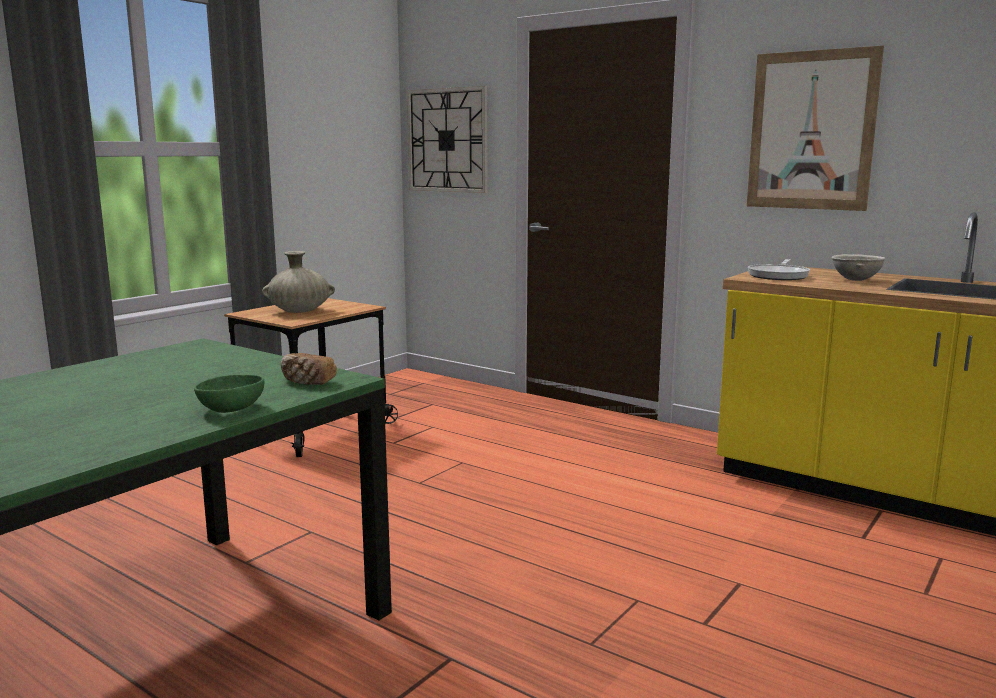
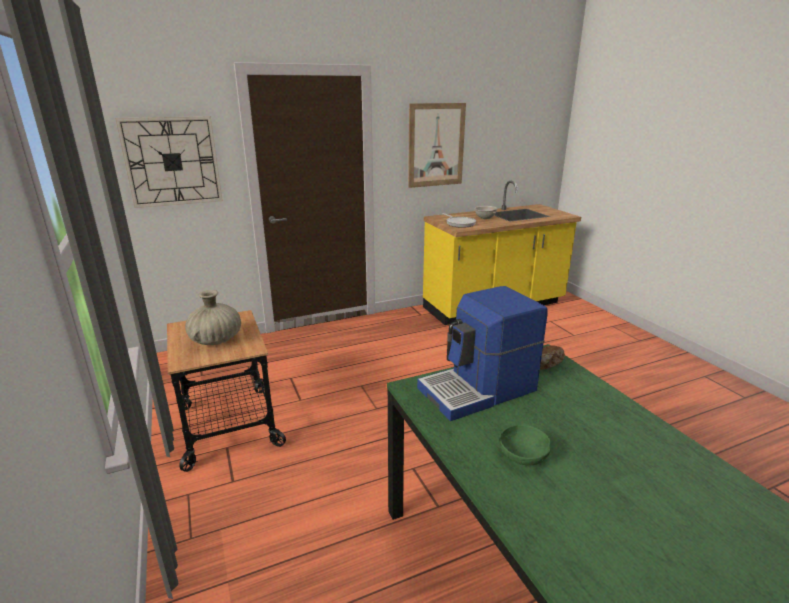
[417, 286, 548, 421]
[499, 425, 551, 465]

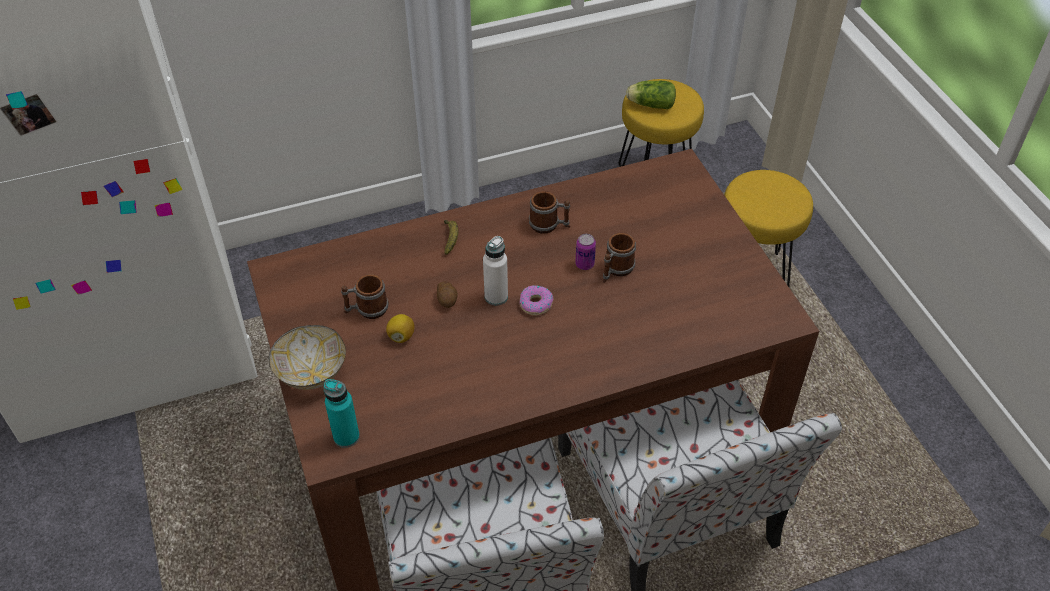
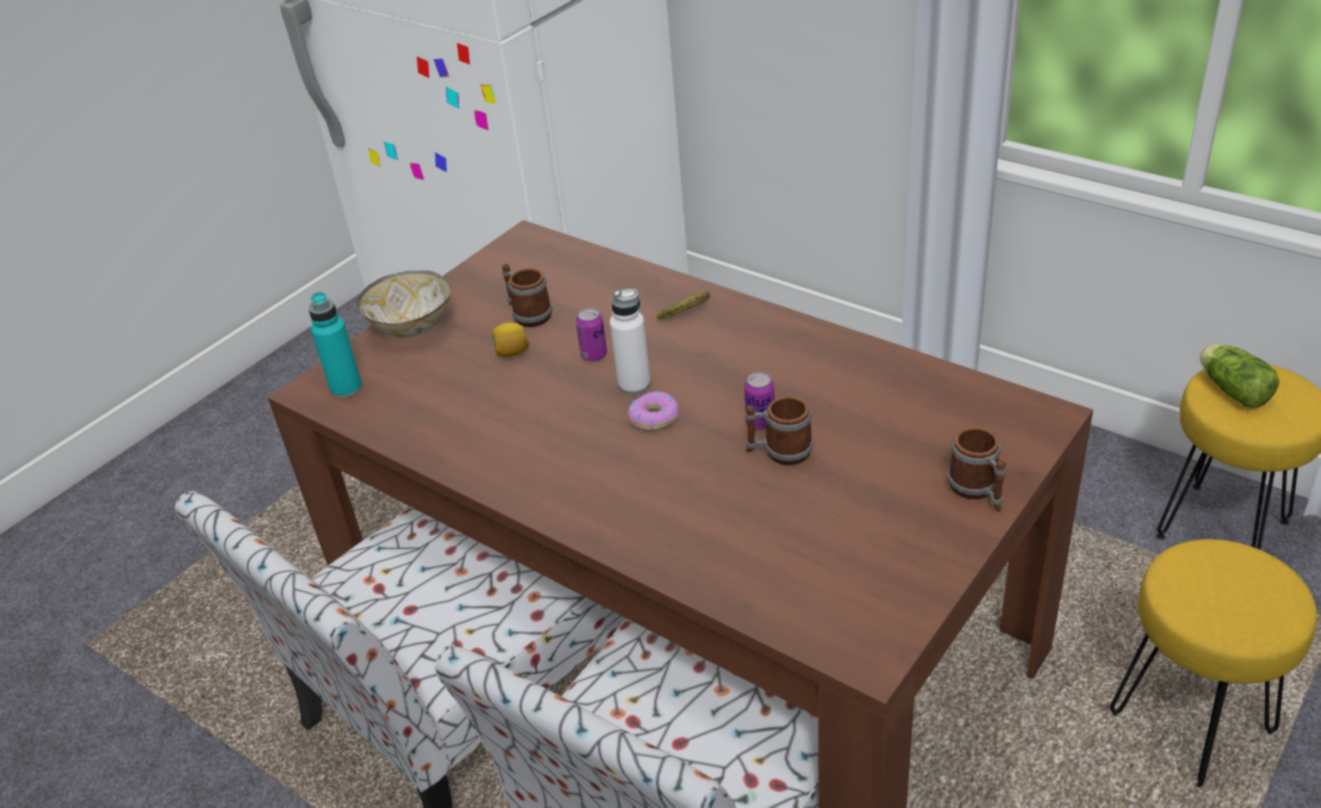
[947, 427, 1006, 512]
[576, 308, 607, 361]

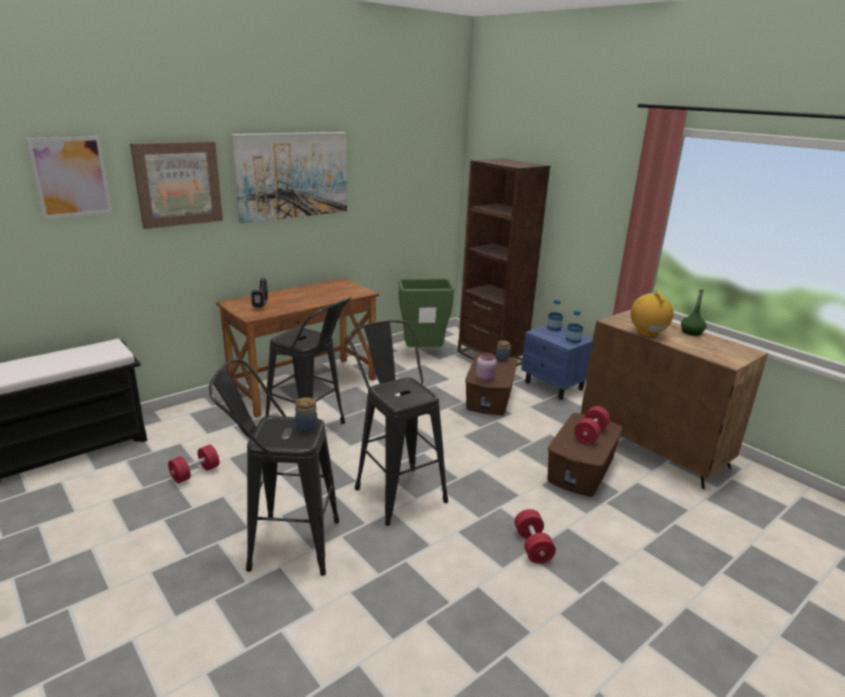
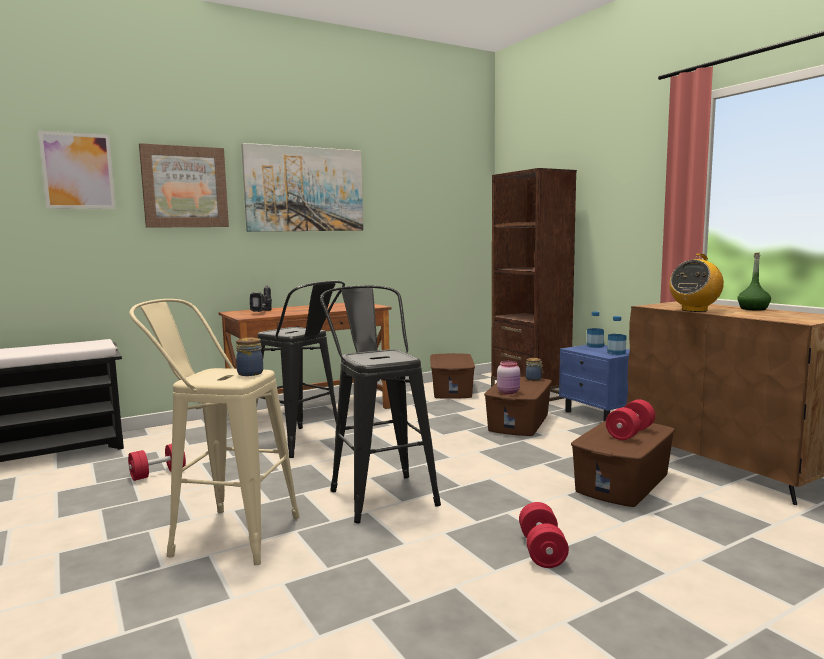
[430, 353, 475, 399]
[129, 299, 300, 565]
[669, 254, 724, 312]

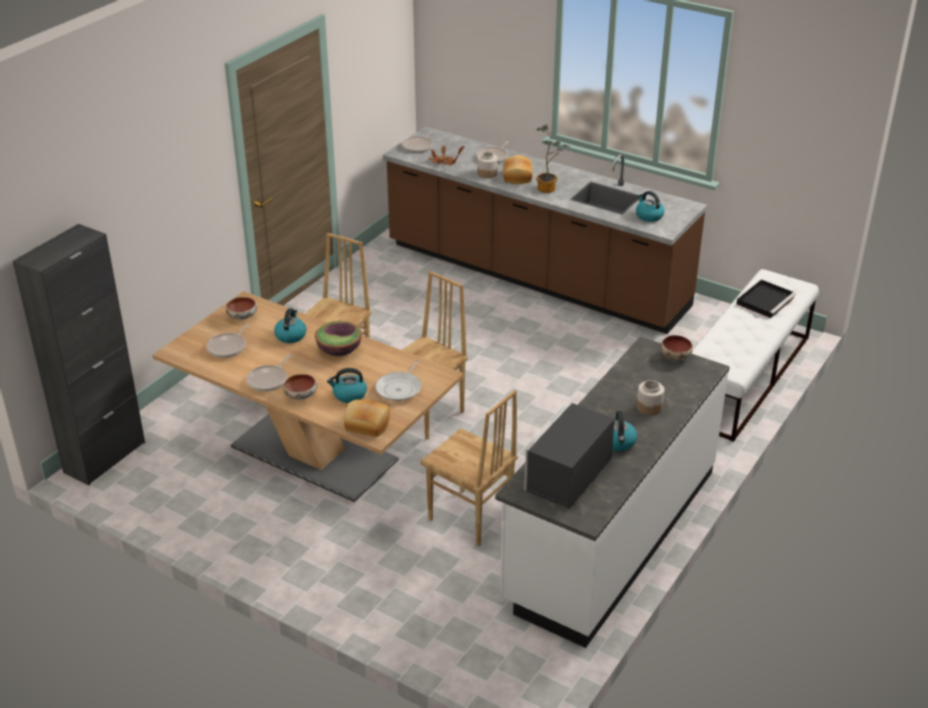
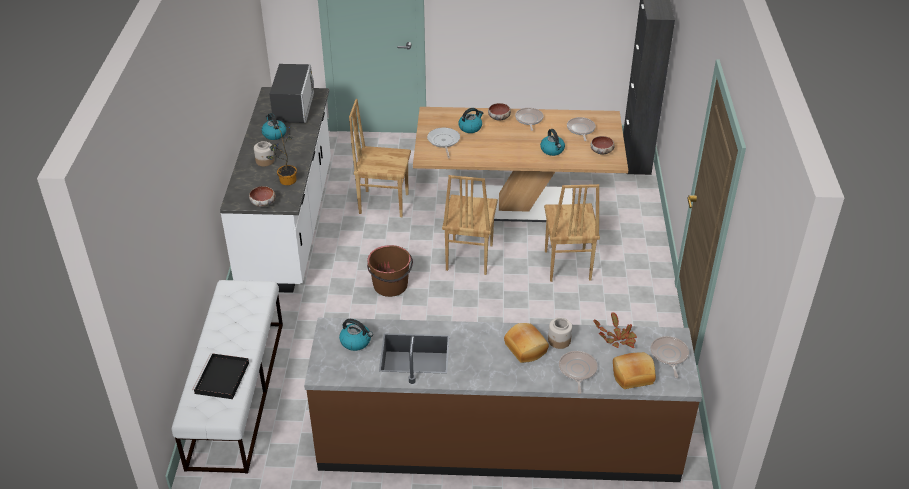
[315, 321, 362, 356] (first image)
[367, 245, 413, 297]
[613, 352, 656, 389]
[266, 126, 297, 185]

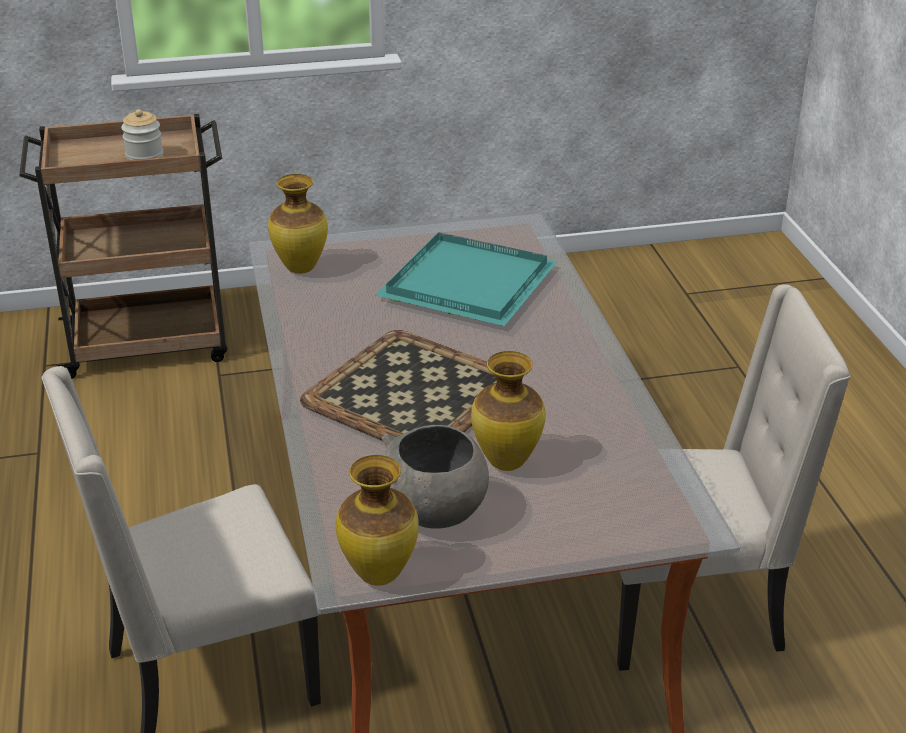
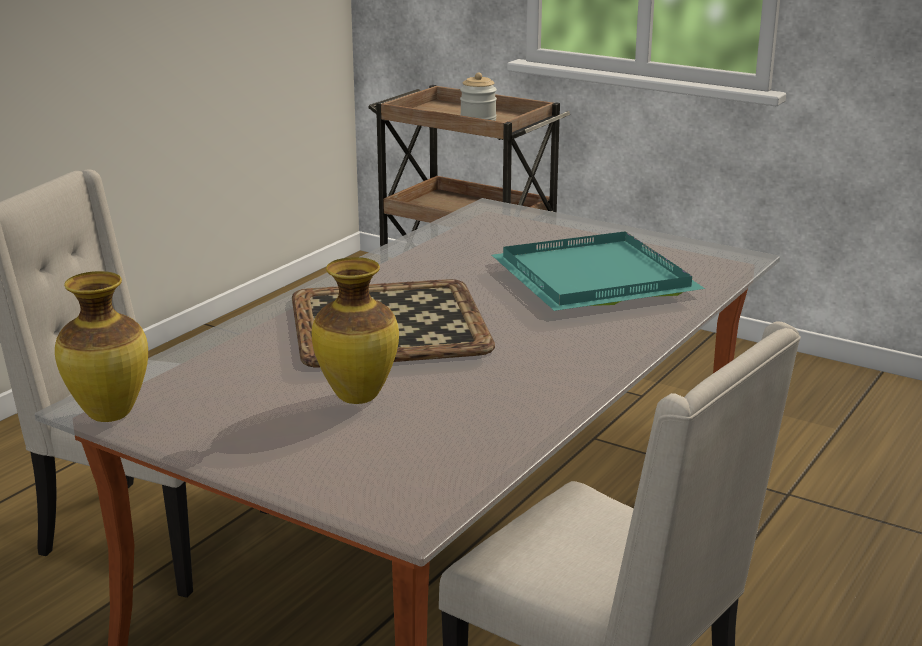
[268, 174, 328, 274] (first image)
[382, 425, 489, 529] (first image)

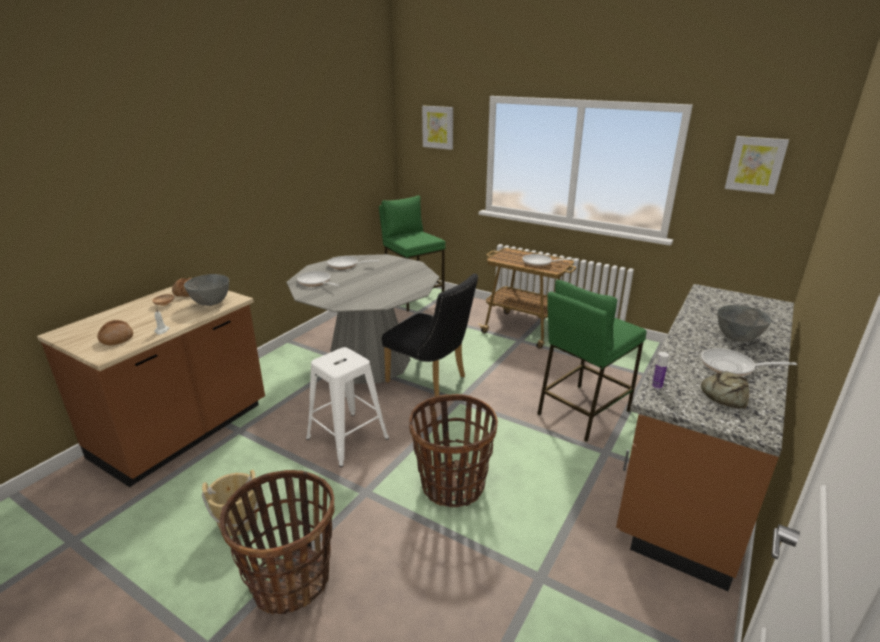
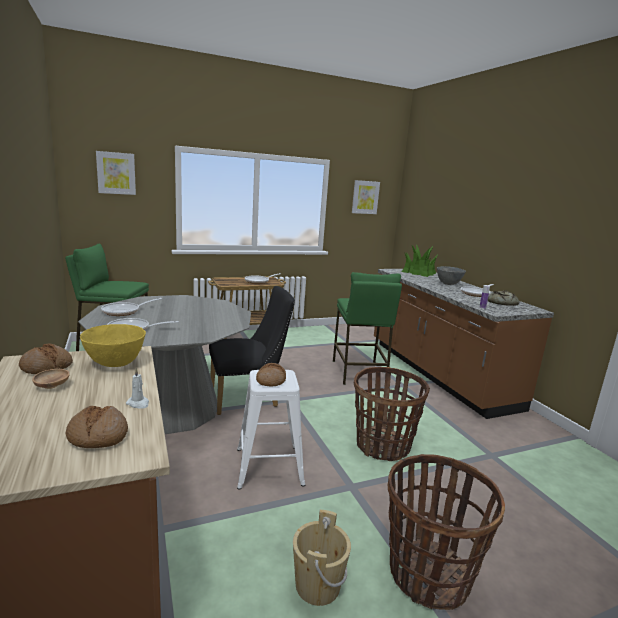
[256, 363, 286, 386]
[401, 244, 438, 277]
[80, 324, 146, 367]

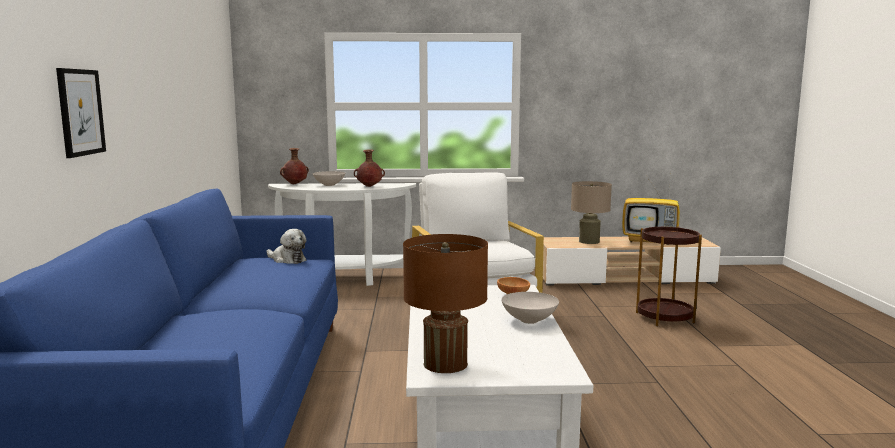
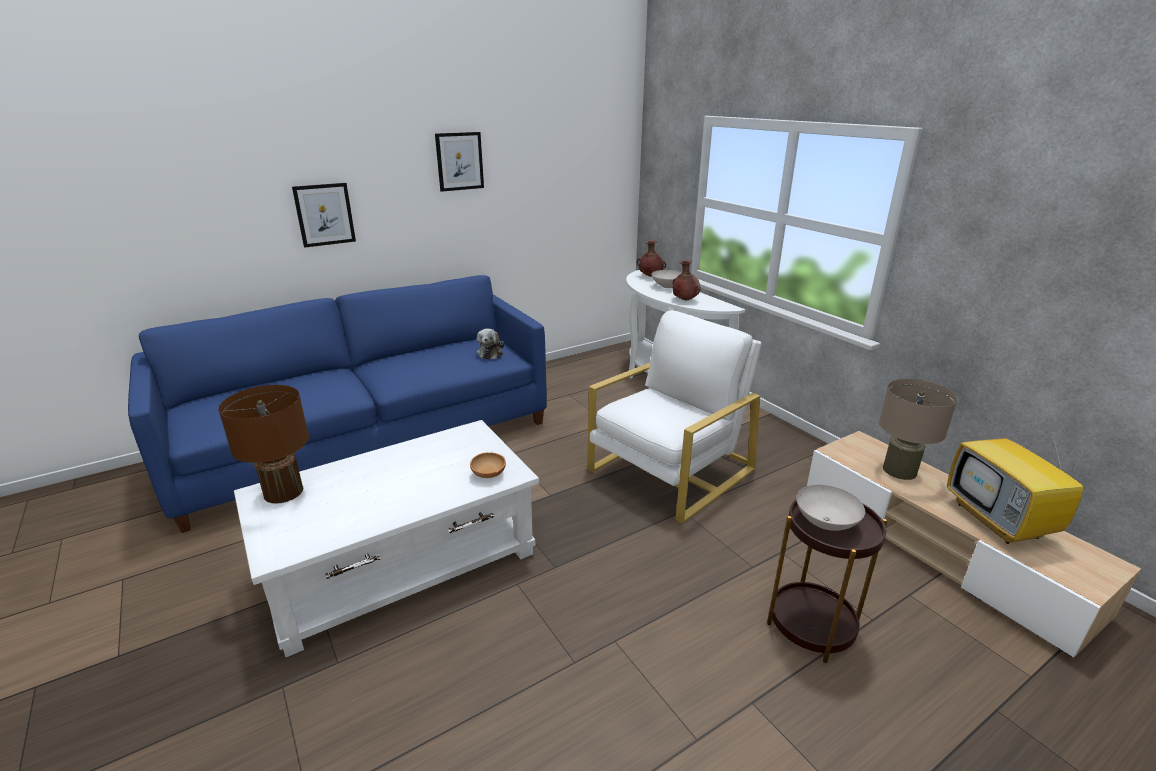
[435, 132, 484, 192]
[796, 485, 865, 531]

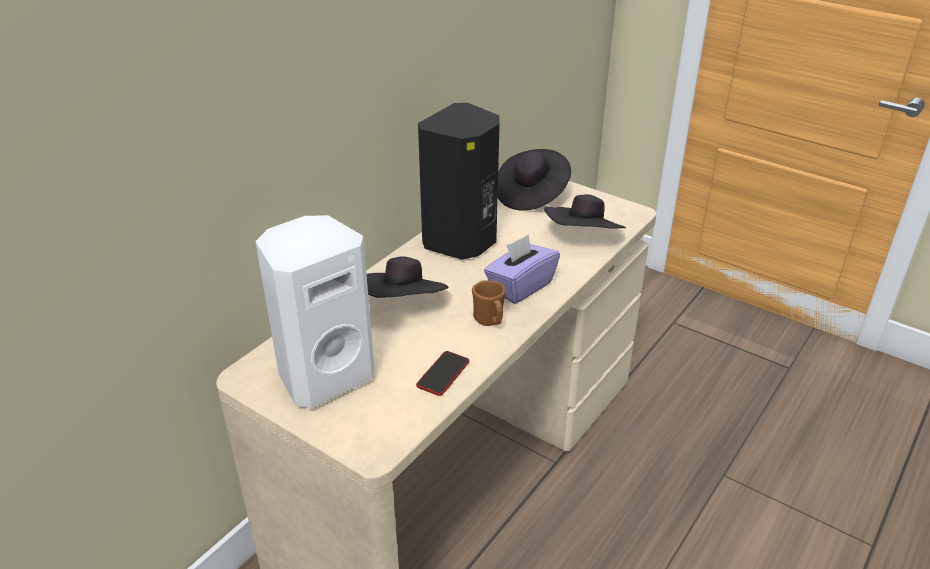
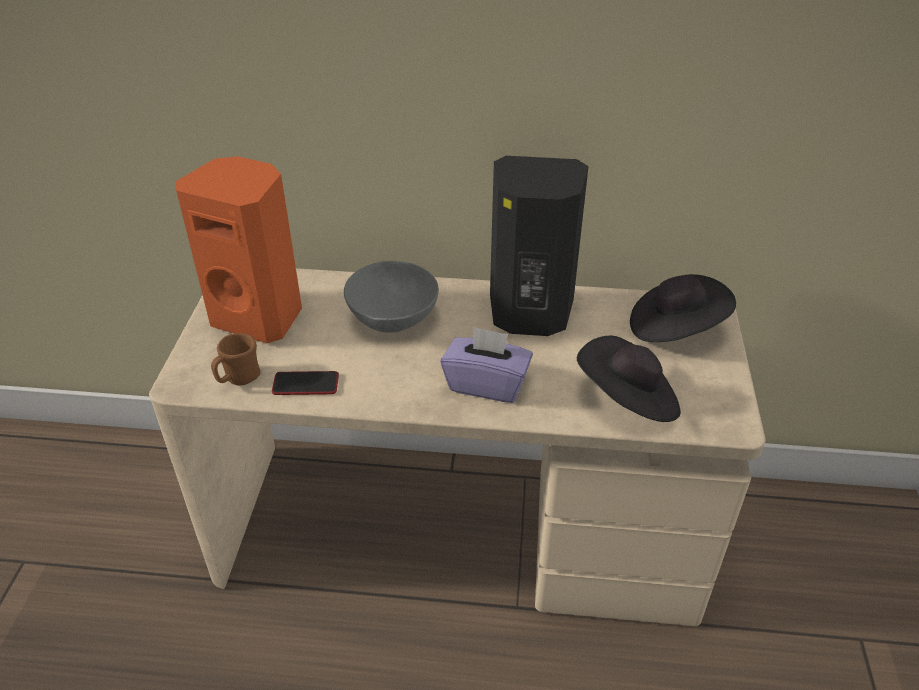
[211, 333, 261, 386]
[344, 261, 439, 333]
[175, 156, 302, 343]

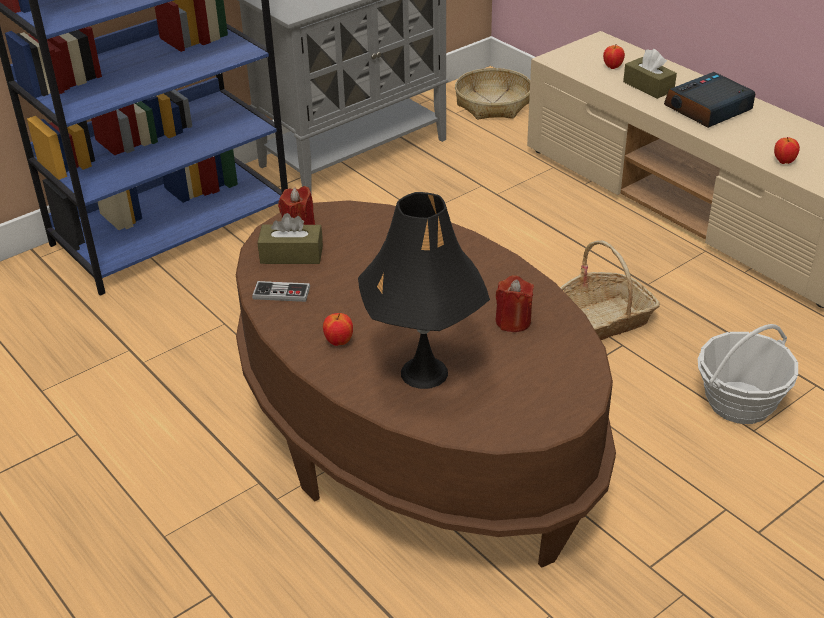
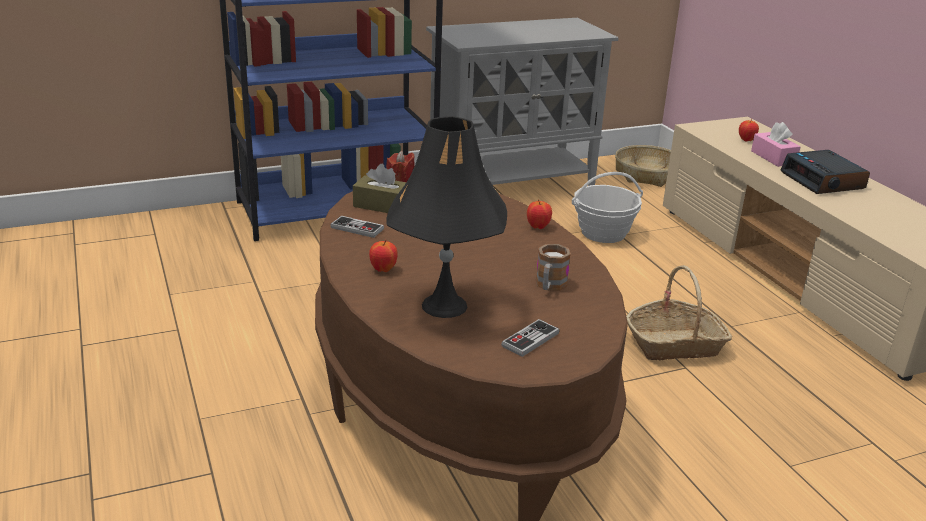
[501, 319, 559, 357]
[572, 172, 643, 243]
[527, 199, 552, 229]
[536, 244, 571, 291]
[751, 122, 801, 167]
[781, 150, 870, 194]

